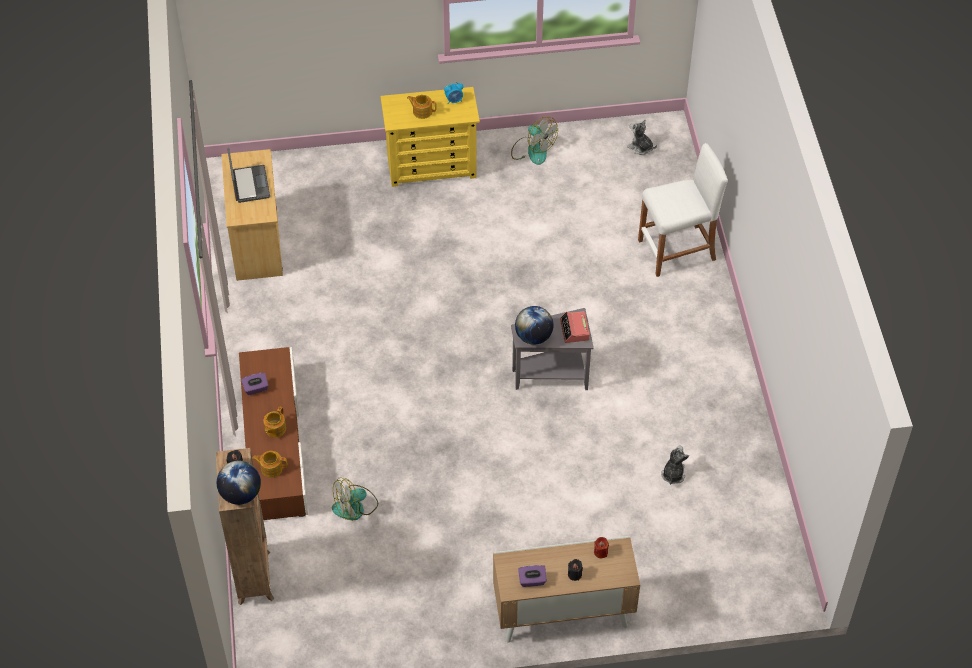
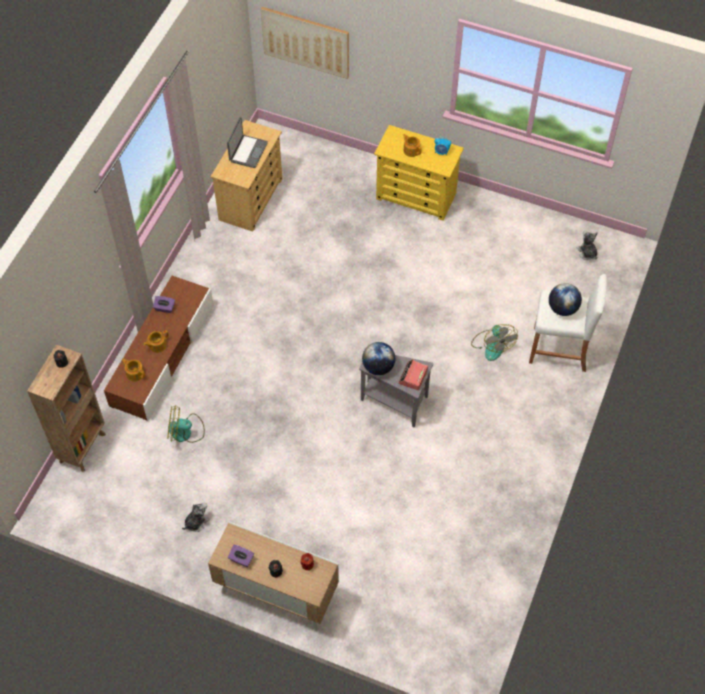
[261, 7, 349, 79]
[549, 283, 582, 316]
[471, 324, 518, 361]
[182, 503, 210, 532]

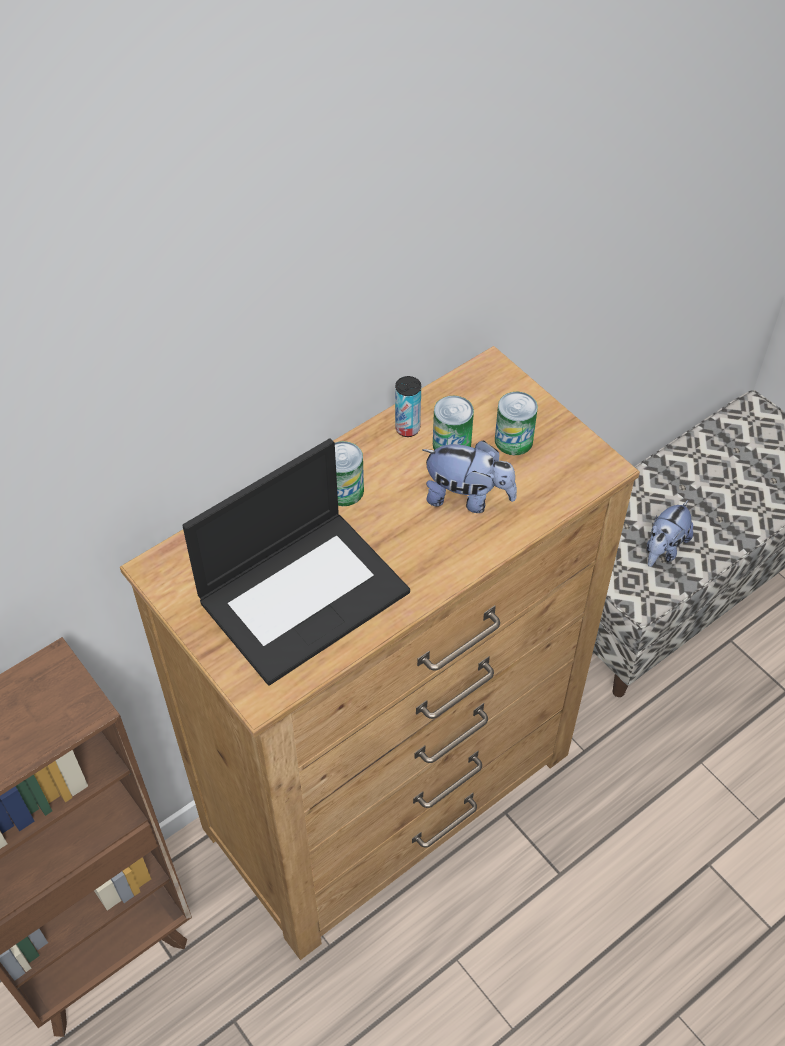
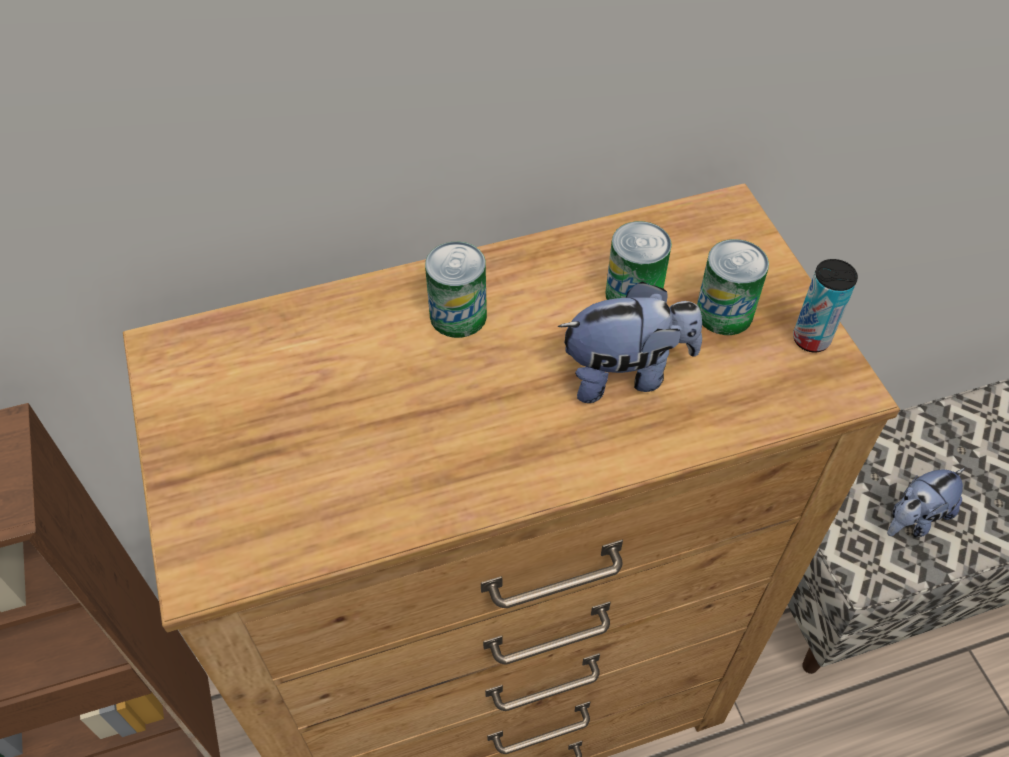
[182, 438, 410, 685] (first image)
[793, 259, 858, 353]
[558, 281, 702, 403]

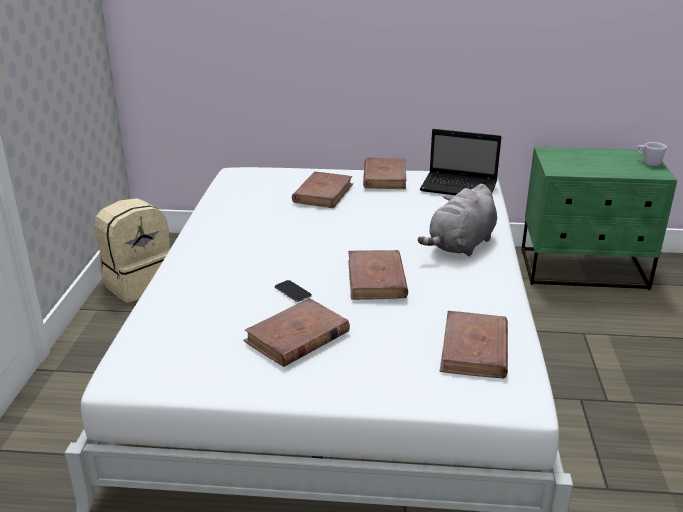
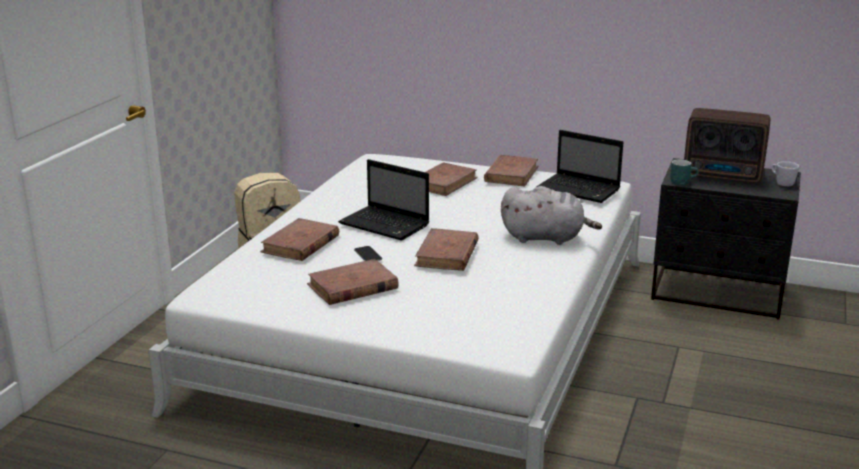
[338, 159, 429, 241]
[670, 159, 699, 185]
[684, 108, 770, 183]
[260, 218, 339, 261]
[651, 158, 801, 320]
[501, 186, 602, 245]

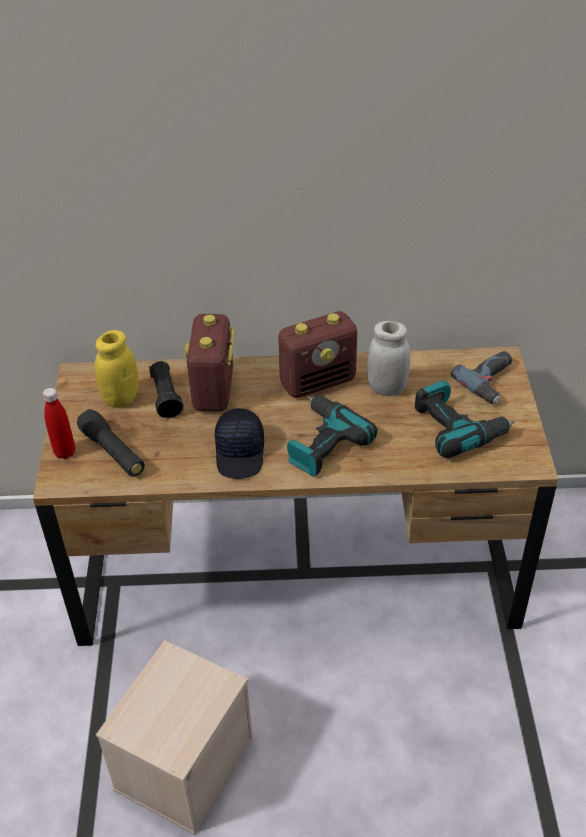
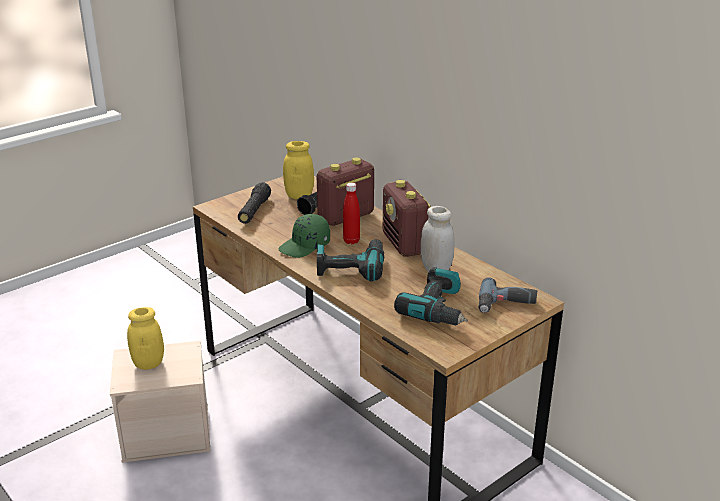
[127, 307, 164, 370]
[343, 183, 360, 244]
[279, 214, 330, 258]
[383, 180, 431, 257]

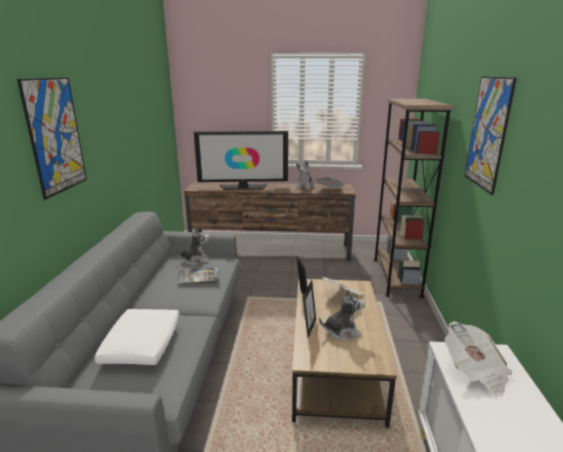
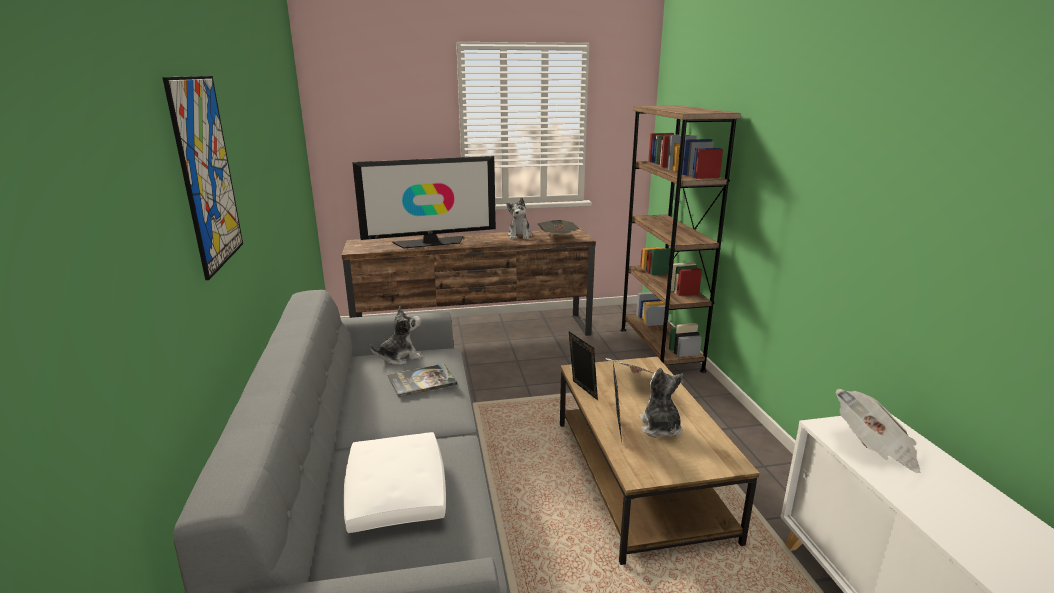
[465, 77, 517, 195] (first image)
[639, 368, 683, 438]

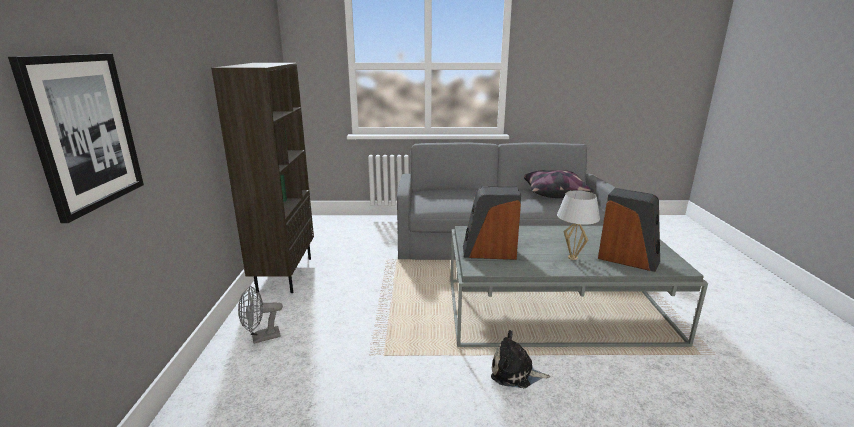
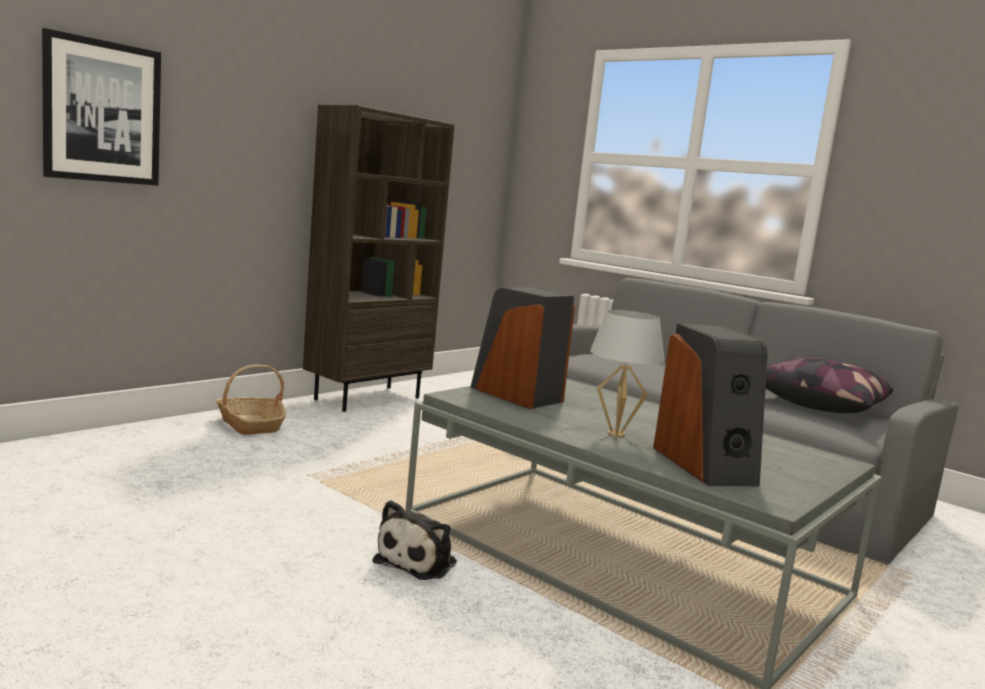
[216, 364, 286, 435]
[373, 500, 457, 580]

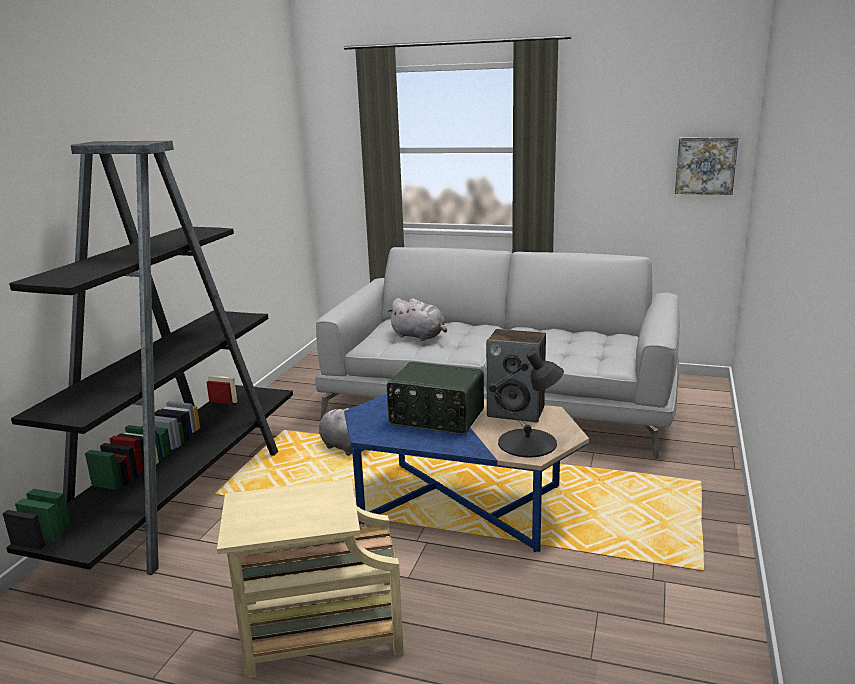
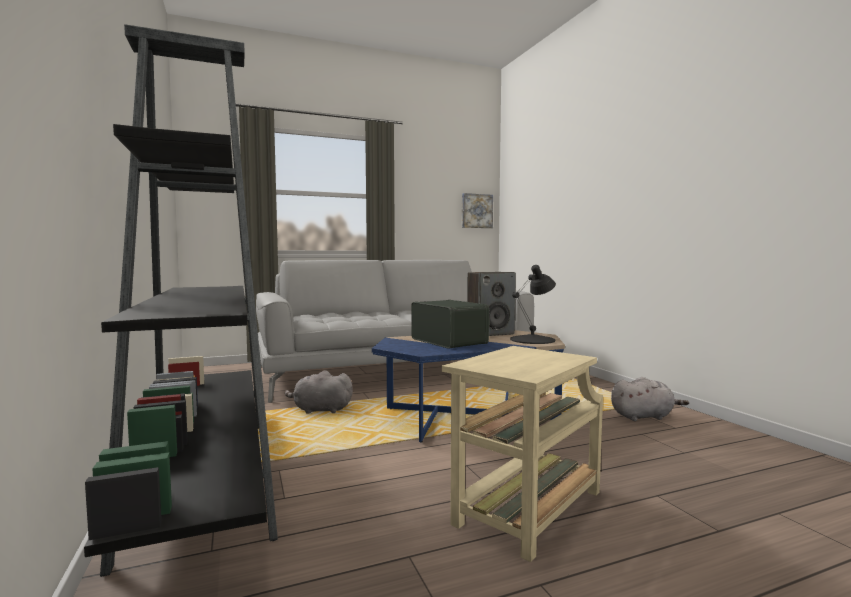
[611, 377, 689, 421]
[411, 300, 490, 349]

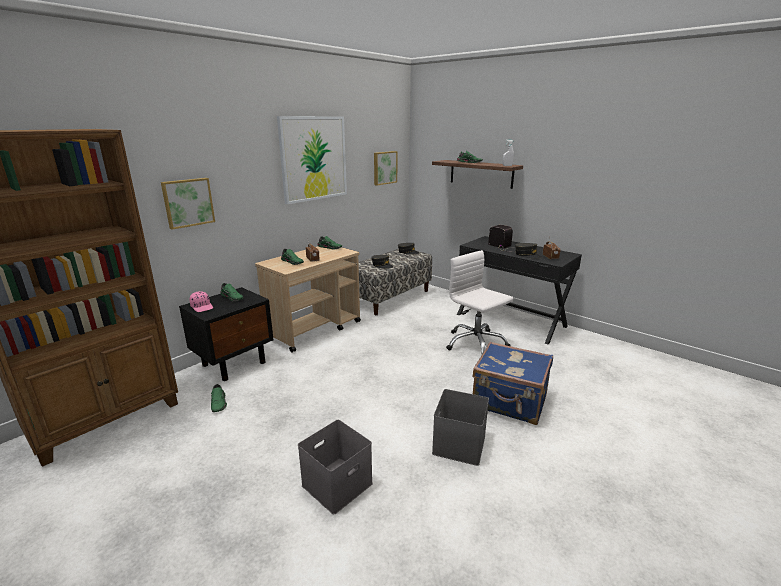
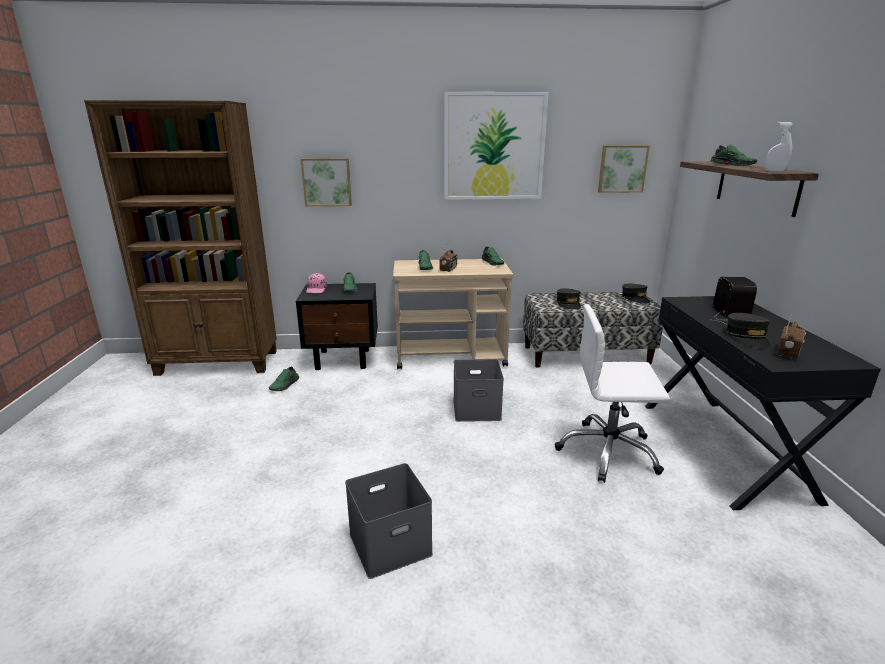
[472, 342, 553, 425] (first image)
[453, 359, 504, 422]
[555, 304, 670, 483]

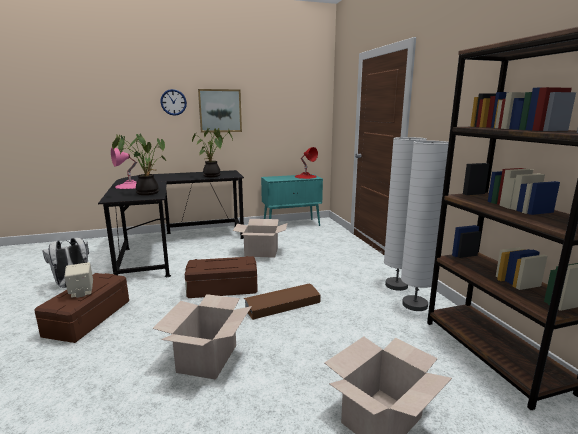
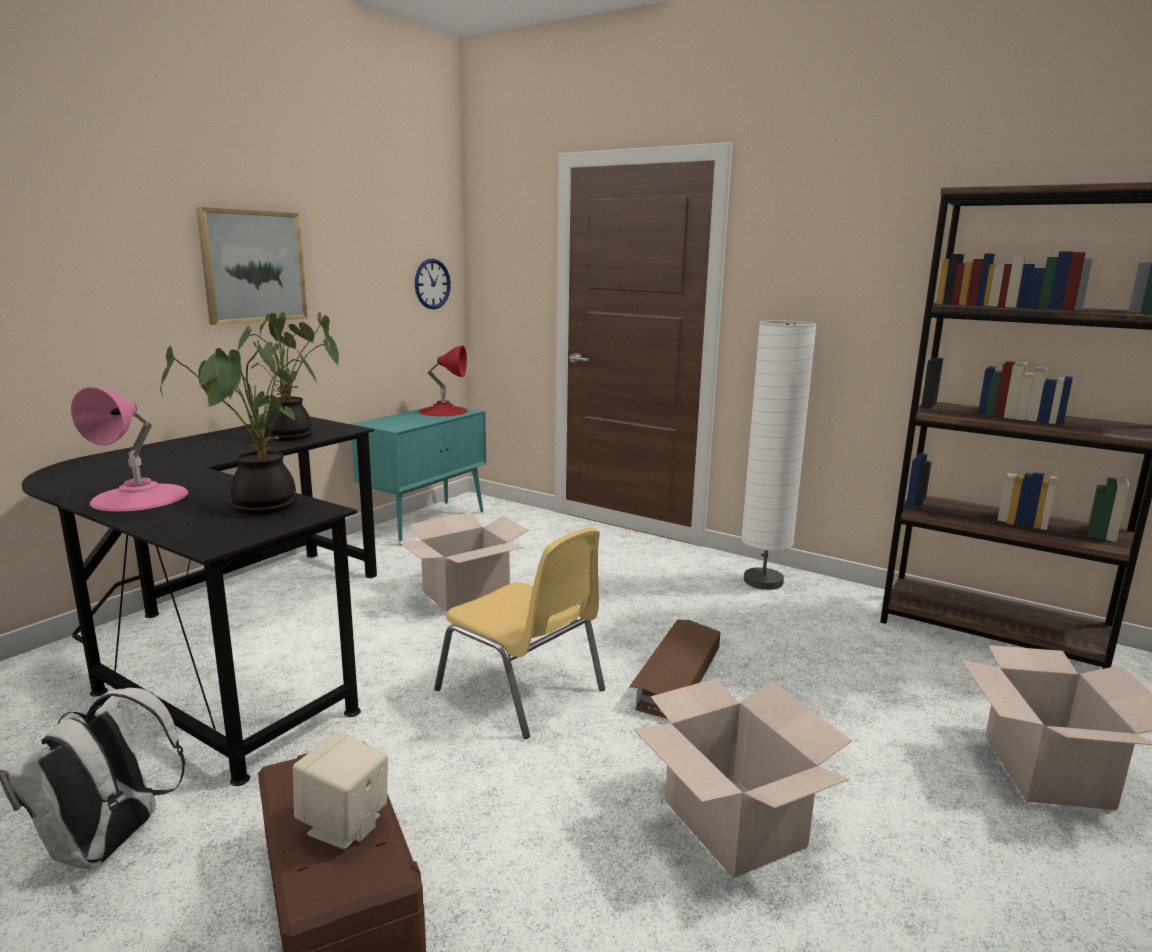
[401, 140, 449, 311] (first image)
[415, 259, 451, 309]
[434, 527, 605, 739]

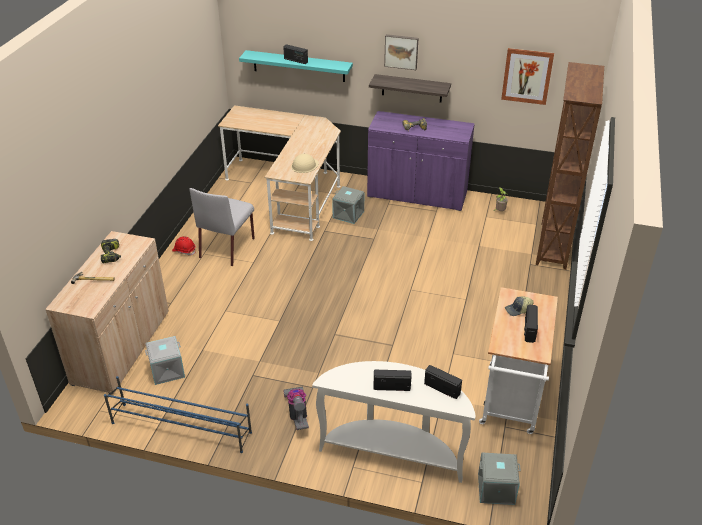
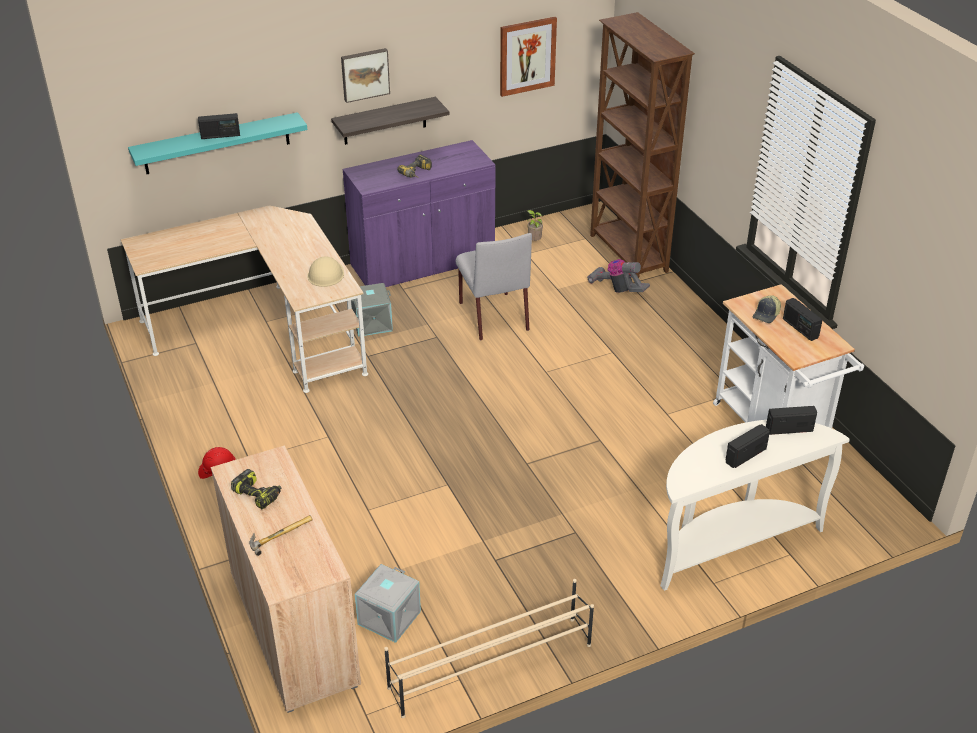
[478, 452, 521, 505] (first image)
[455, 233, 532, 341]
[587, 259, 650, 293]
[384, 579, 594, 718]

